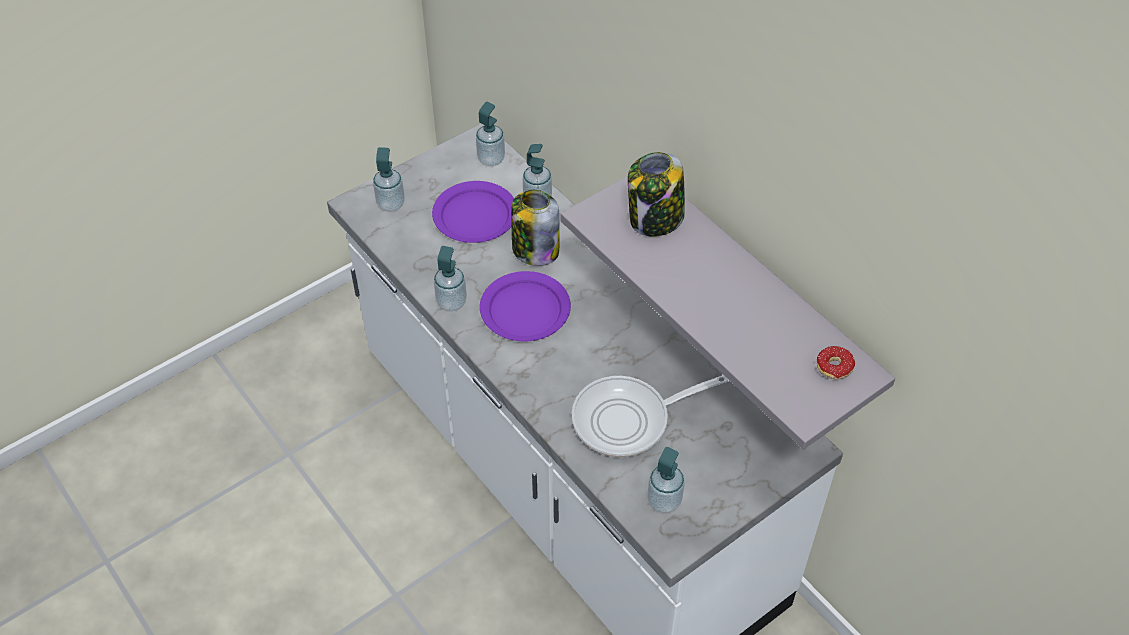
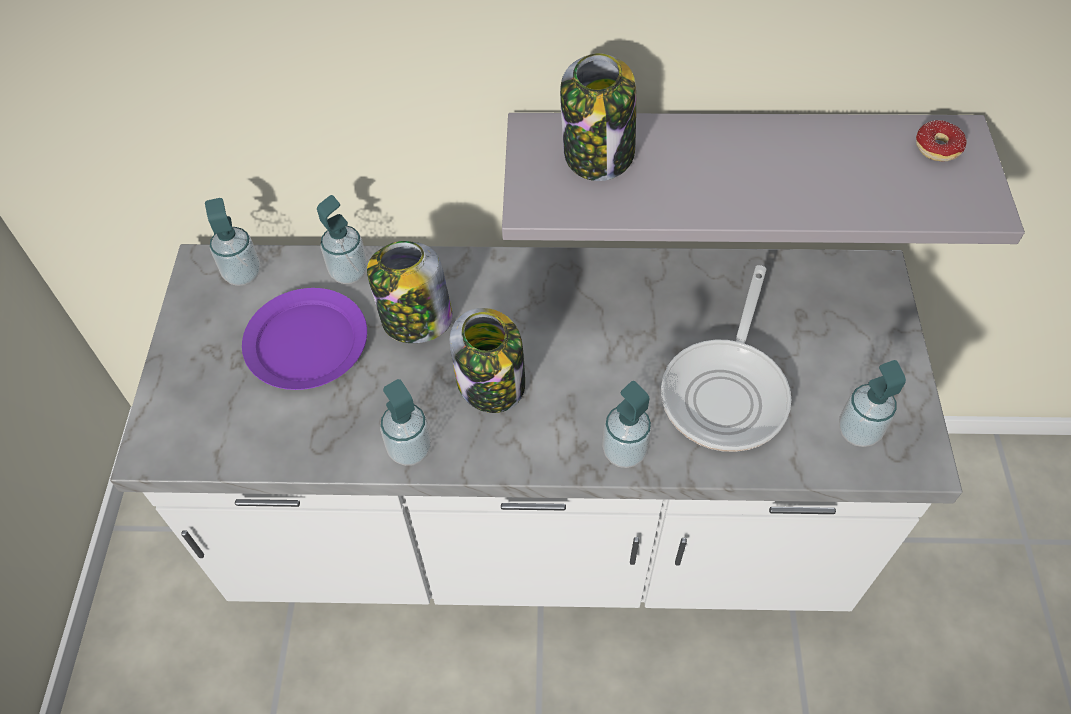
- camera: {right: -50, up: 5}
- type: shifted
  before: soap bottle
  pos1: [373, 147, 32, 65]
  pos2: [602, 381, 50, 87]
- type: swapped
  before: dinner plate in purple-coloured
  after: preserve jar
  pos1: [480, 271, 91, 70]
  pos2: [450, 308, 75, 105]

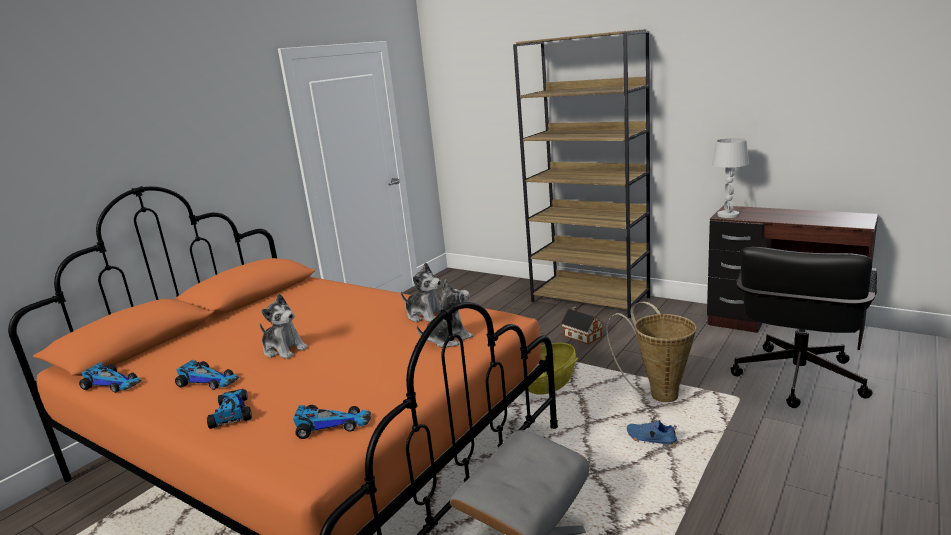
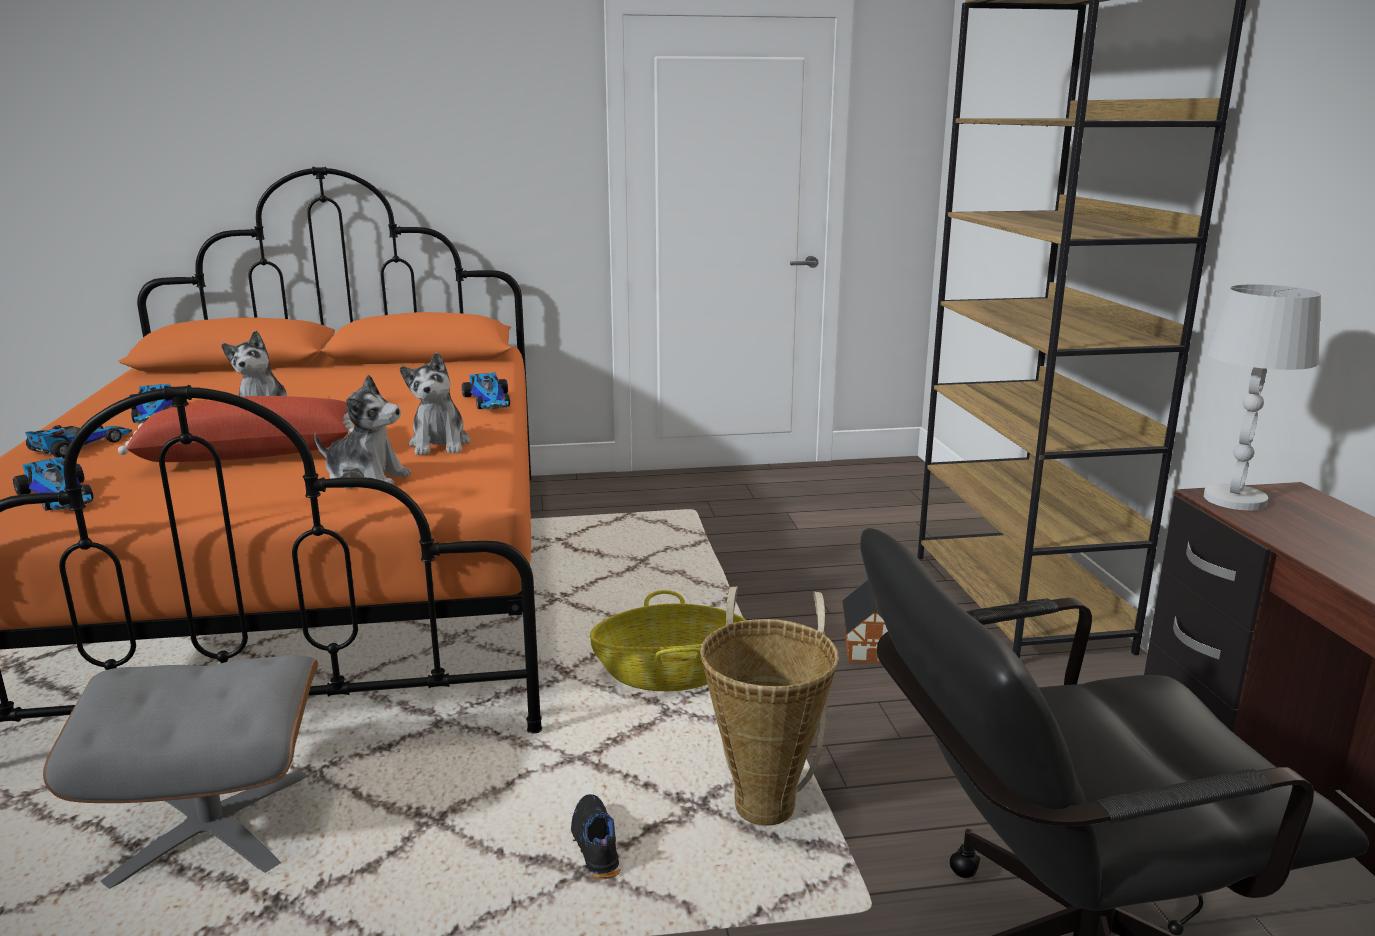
- camera: {right: 45, up: 0}
- type: shifted
  before: model car
  pos1: [79, 363, 63, 30]
  pos2: [462, 373, 48, 36]
- type: repainted
  before: shoe in blue
  after: shoe in blackish
  pos1: [627, 420, 51, 27]
  pos2: [571, 794, 50, 85]
- type: new
  after: cushion in reddish
  pos2: [118, 396, 236, 66]

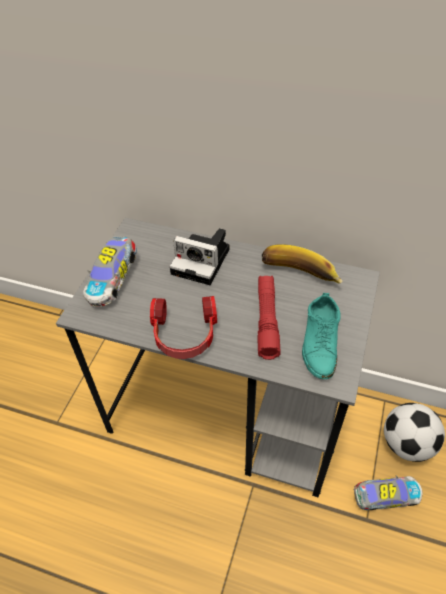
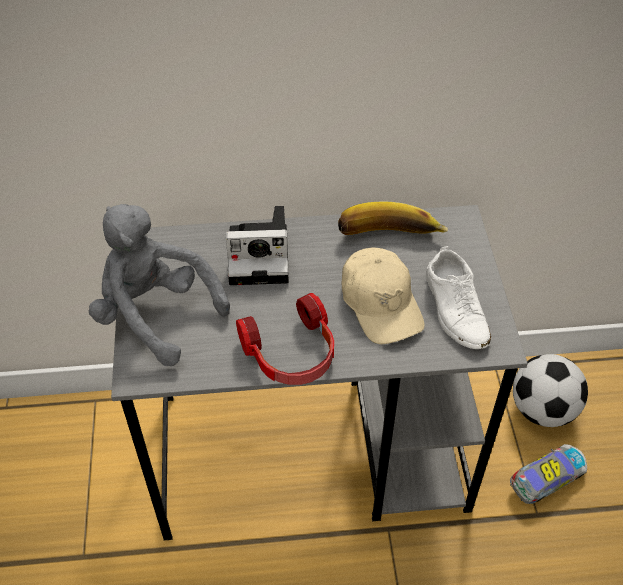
- camera: {right: -25, up: 0}
- type: swapped
  before: model car
  after: plush toy in gray
  pos1: [83, 236, 54, 71]
  pos2: [89, 204, 141, 162]
- type: swapped
  before: torch in reddish
  after: baseball cap in beige-coloured
  pos1: [257, 275, 24, 85]
  pos2: [342, 247, 83, 97]
- type: repainted
  before: shoe in turquoise-coloured
  after: shoe in white
  pos1: [302, 293, 39, 86]
  pos2: [426, 246, 65, 103]

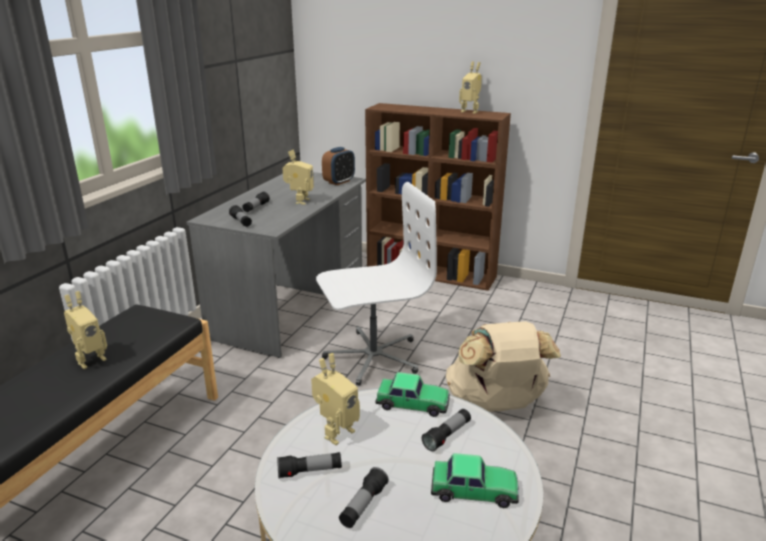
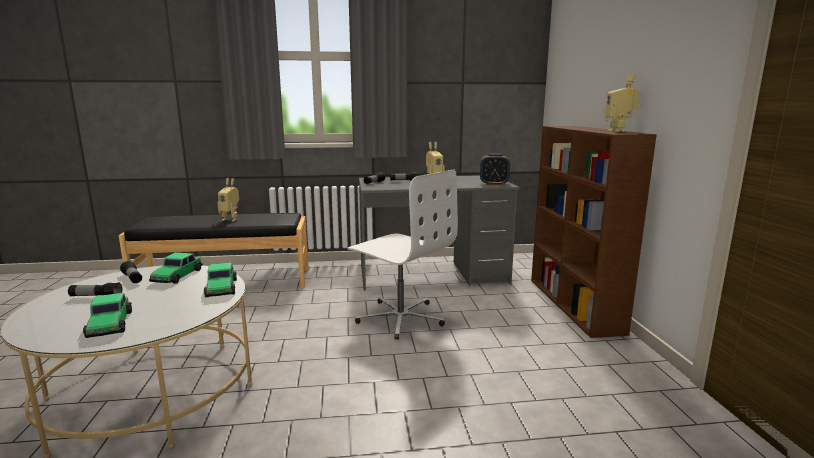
- camera: {right: 60, up: -10}
- type: gone
  before: backpack in beige-coloured
  pos1: [446, 321, 115, 91]
- type: swapped
  before: robot figure
  after: model car
  pos1: [311, 353, 49, 92]
  pos2: [149, 252, 54, 32]
- type: gone
  before: torch
  pos1: [422, 409, 49, 43]

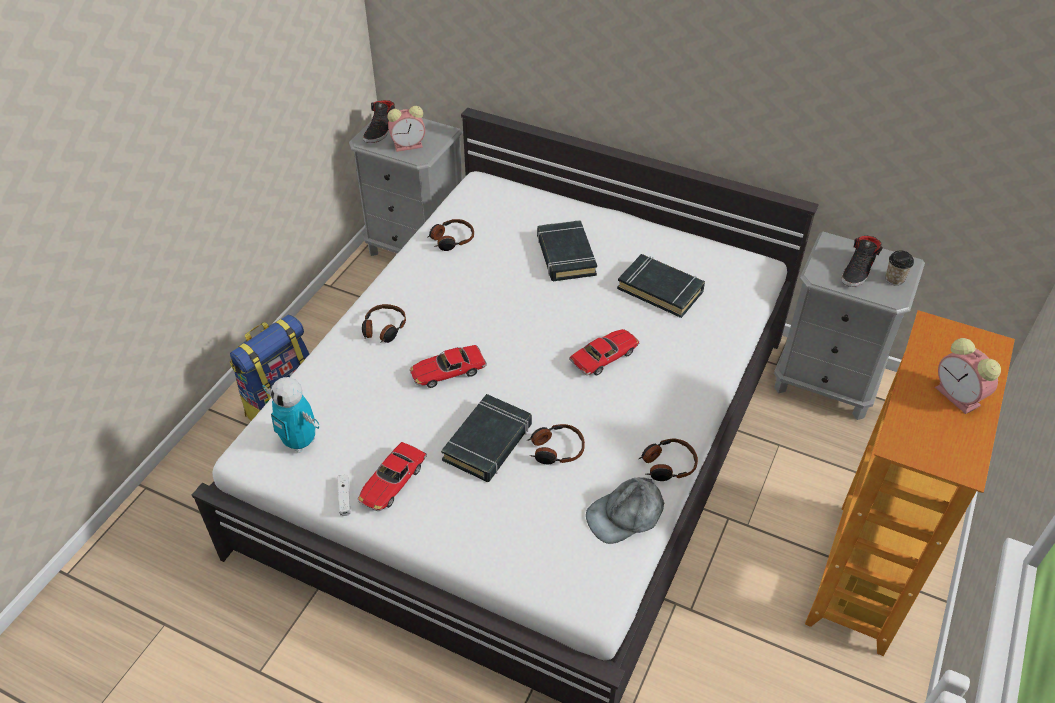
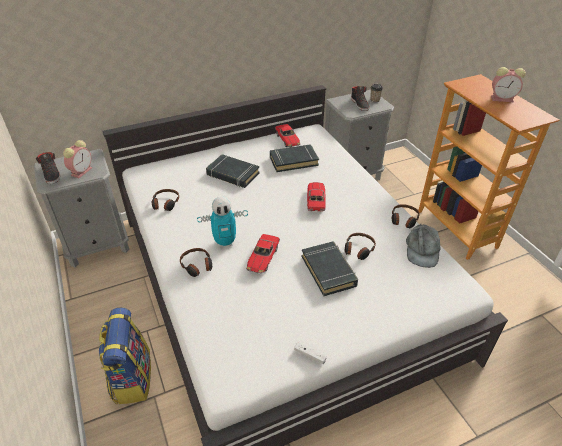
- camera: {right: -50, up: -5}
- type: shifted
  before: robot figure
  pos1: [263, 377, 56, 76]
  pos2: [197, 196, 51, 52]
- type: shifted
  before: model car
  pos1: [358, 442, 69, 69]
  pos2: [275, 124, 25, 23]

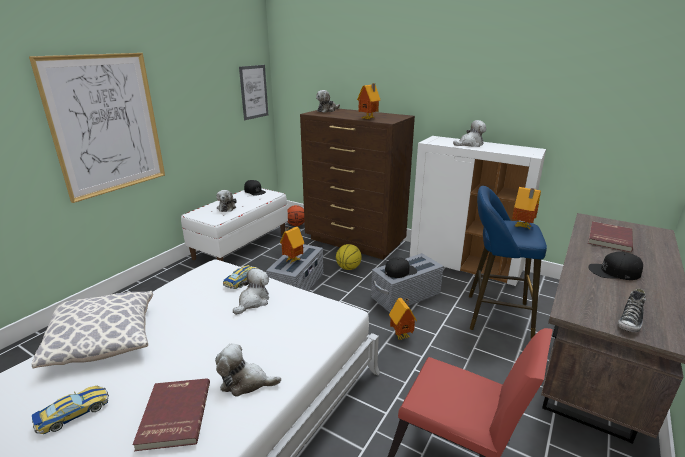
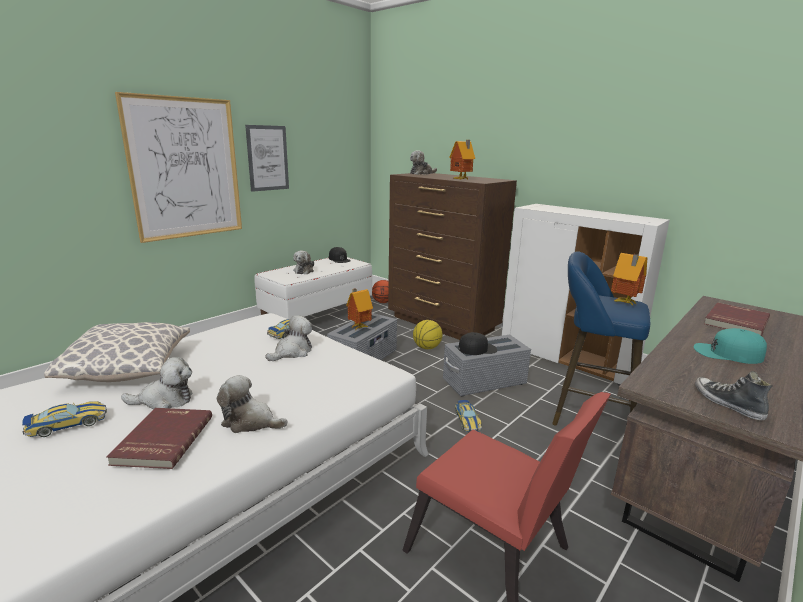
- camera: {right: 10, up: -5}
- type: shifted
  before: wall picture
  pos1: [239, 65, 29, 55]
  pos2: [245, 125, 44, 67]
- type: shifted
  before: plush toy
  pos1: [453, 120, 33, 27]
  pos2: [121, 357, 72, 52]
- type: repainted
  before: baseball cap in blackish
  after: baseball cap in turquoise-coloured
  pos1: [589, 252, 54, 28]
  pos2: [694, 328, 73, 36]
- type: rotated
  before: shoe
  pos1: [618, 288, 28, 44]
  pos2: [695, 371, 78, 50]
  turn: 105
- type: swapped
  before: model house
  after: model car
  pos1: [389, 298, 28, 42]
  pos2: [455, 400, 27, 32]

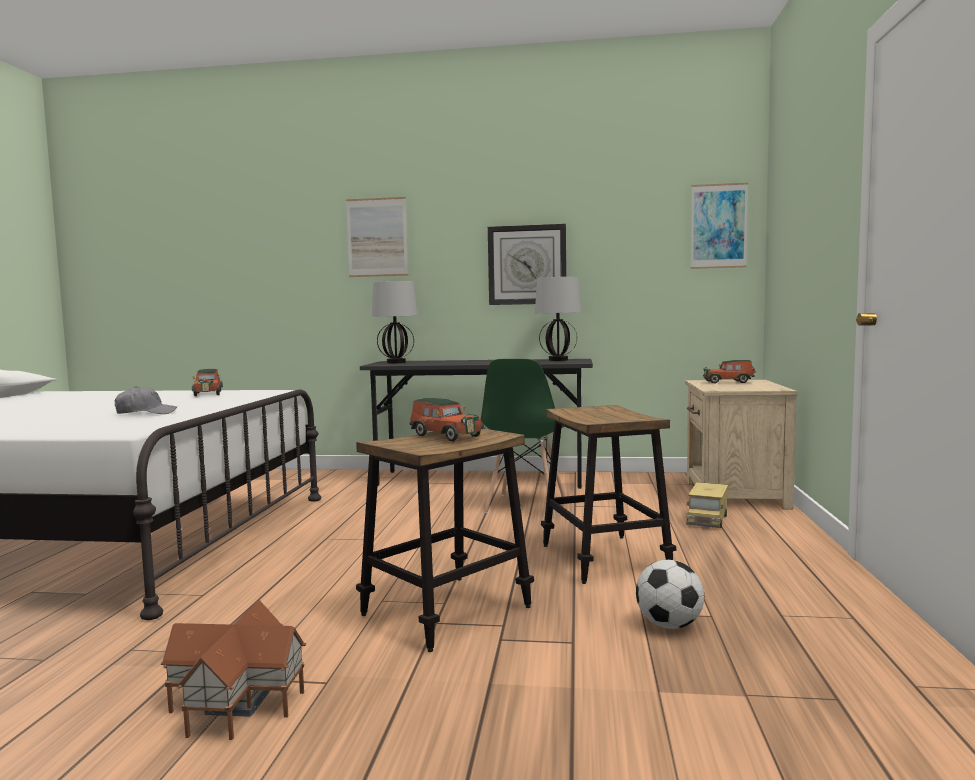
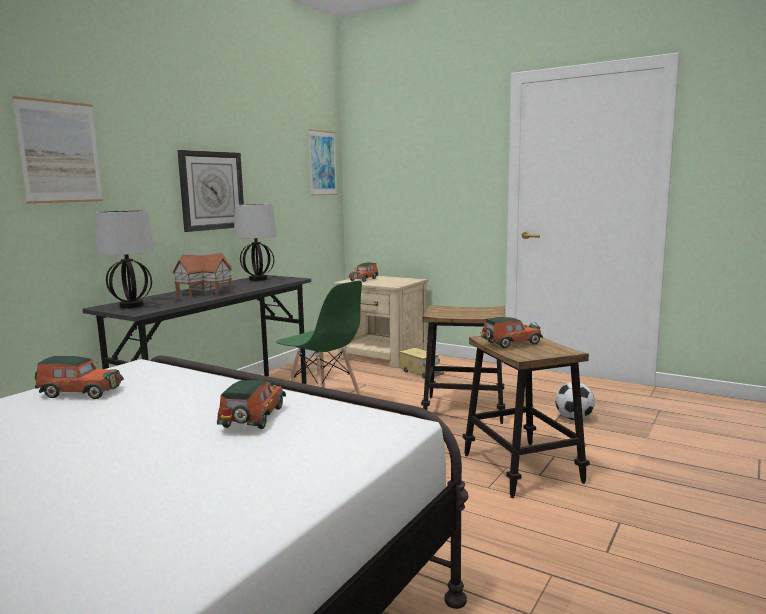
- camera: {right: -65, up: 5}
- type: swapped
  before: baseball cap in gray
  after: model car
  pos1: [115, 386, 62, 28]
  pos2: [217, 378, 69, 51]
- type: shifted
  before: model house
  pos1: [161, 600, 145, 140]
  pos2: [172, 253, 60, 44]

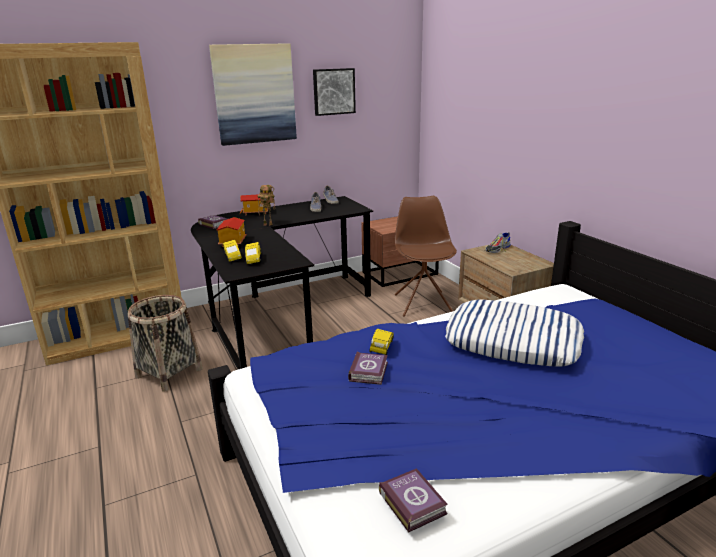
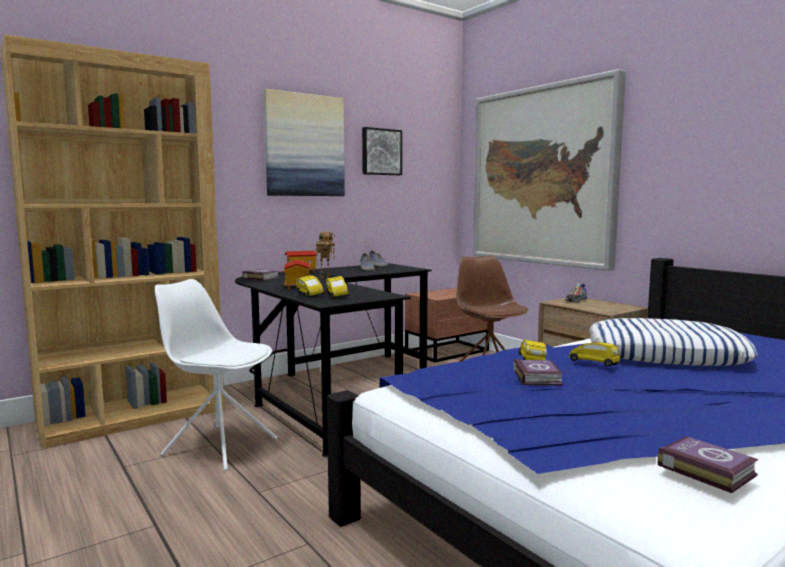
- camera: {right: -10, up: -15}
- type: swapped
  before: household basket
  after: upright chair in white
  pos1: [128, 295, 75, 97]
  pos2: [155, 279, 122, 192]
- type: new
  after: wall picture
  pos2: [473, 69, 153, 202]
- type: new
  after: model car in yellow
  pos2: [569, 341, 51, 26]

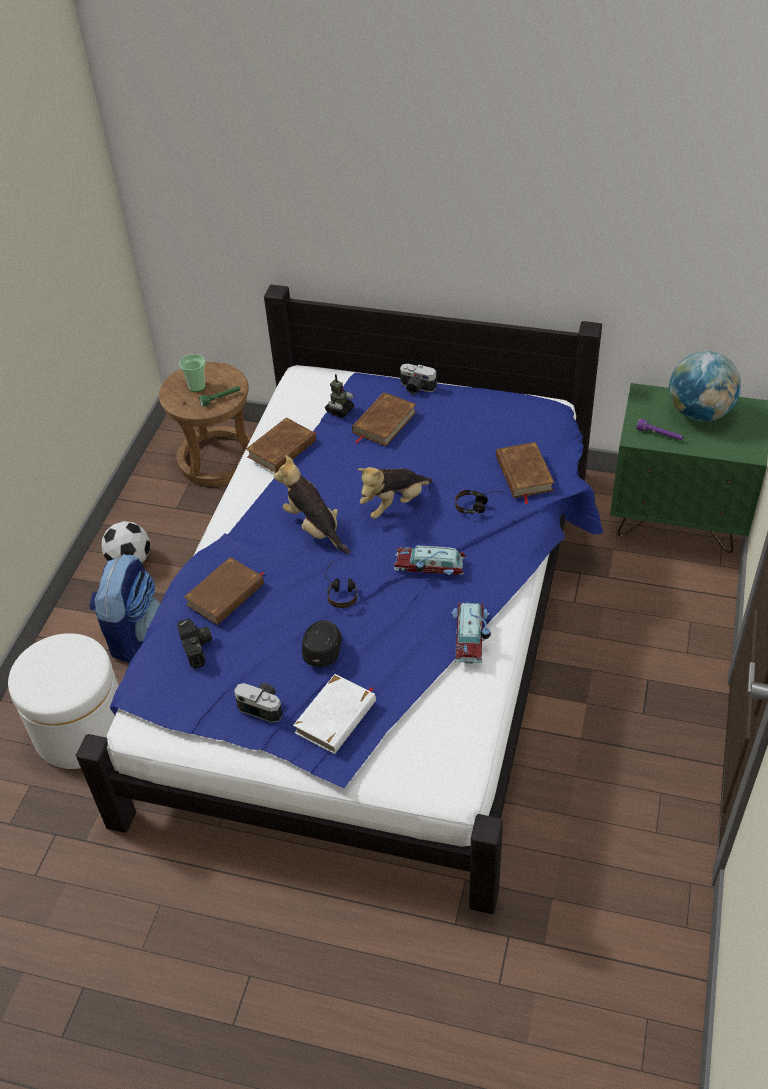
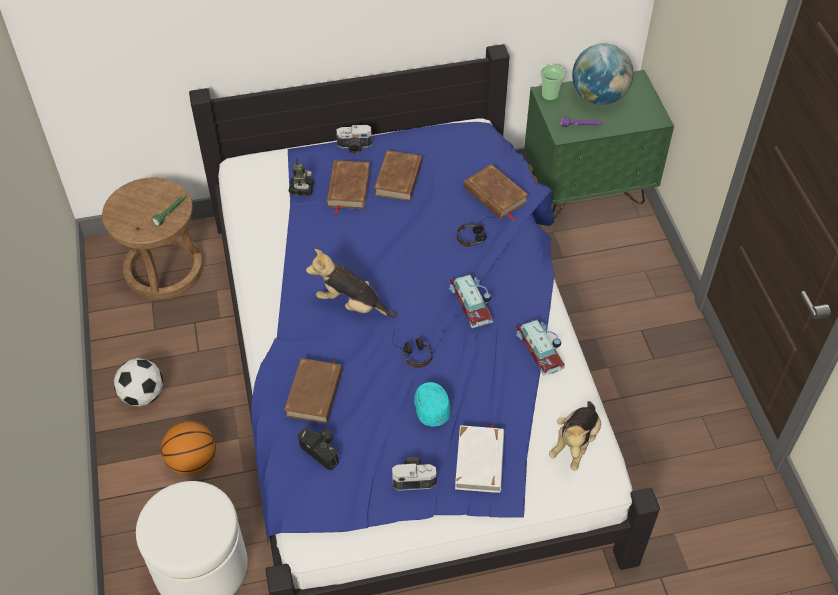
- camera: {right: -30, up: 5}
- type: shifted
  before: cup
  pos1: [179, 354, 27, 38]
  pos2: [540, 65, 25, 36]
- type: shifted
  before: volume in brown
  pos1: [246, 417, 71, 56]
  pos2: [374, 150, 49, 51]
- type: shifted
  before: plush toy
  pos1: [358, 467, 74, 52]
  pos2: [549, 401, 52, 70]
- type: rotated
  before: model car
  pos1: [394, 545, 72, 30]
  pos2: [449, 274, 44, 54]
  turn: -90
- type: swapped
  before: backpack
  after: basketball ball
  pos1: [89, 554, 72, 109]
  pos2: [161, 421, 55, 54]
- type: repainted
  before: baseball cap in blackish
  after: baseball cap in turquoise-coloured
  pos1: [302, 620, 40, 47]
  pos2: [414, 382, 37, 45]

